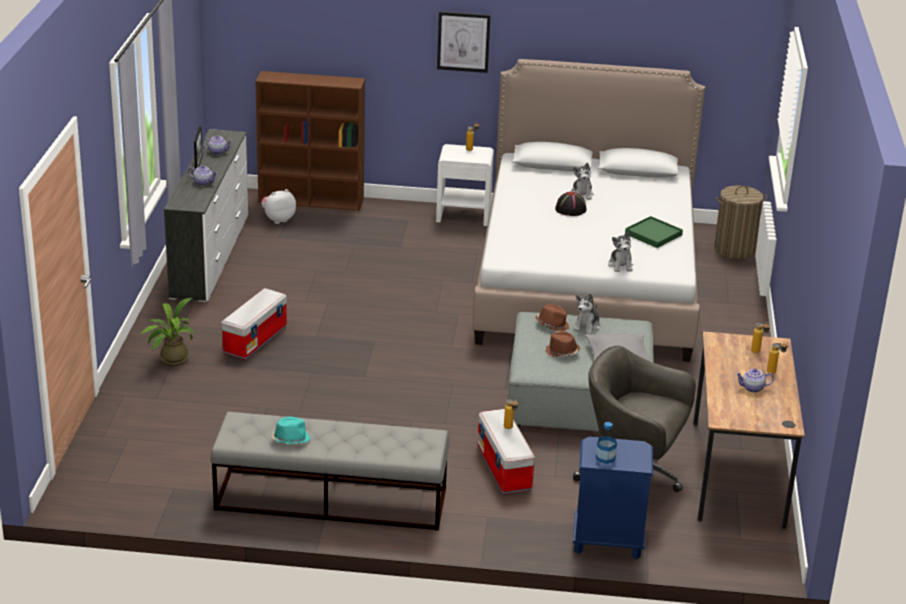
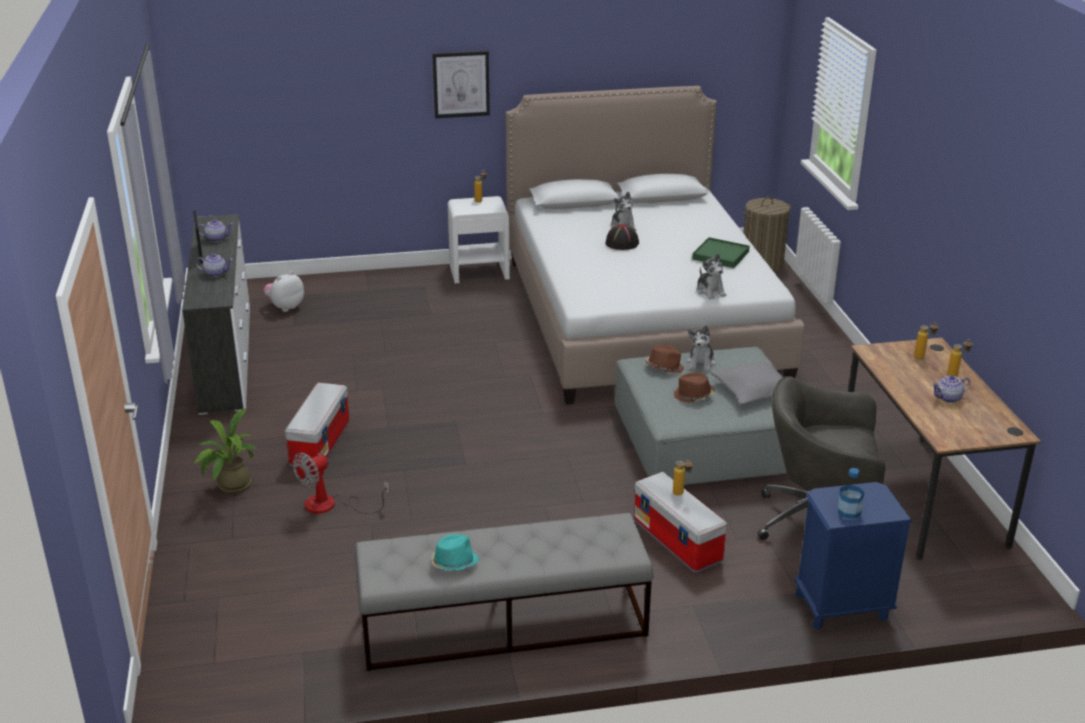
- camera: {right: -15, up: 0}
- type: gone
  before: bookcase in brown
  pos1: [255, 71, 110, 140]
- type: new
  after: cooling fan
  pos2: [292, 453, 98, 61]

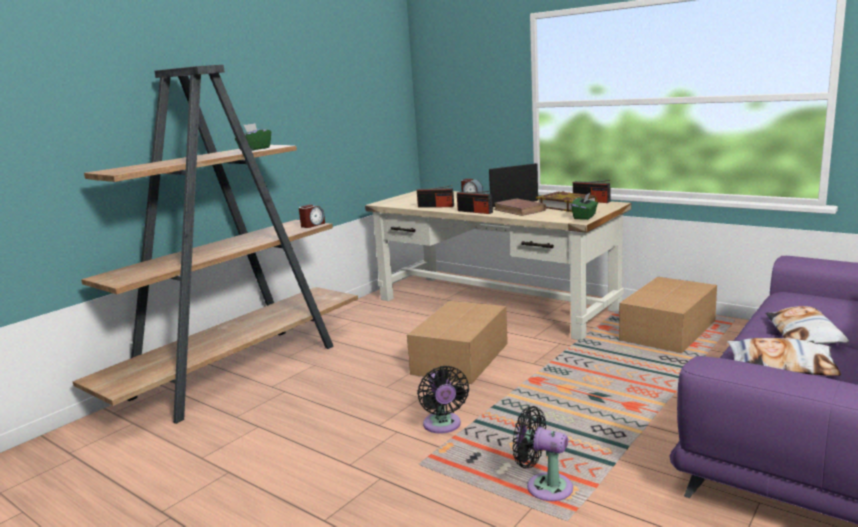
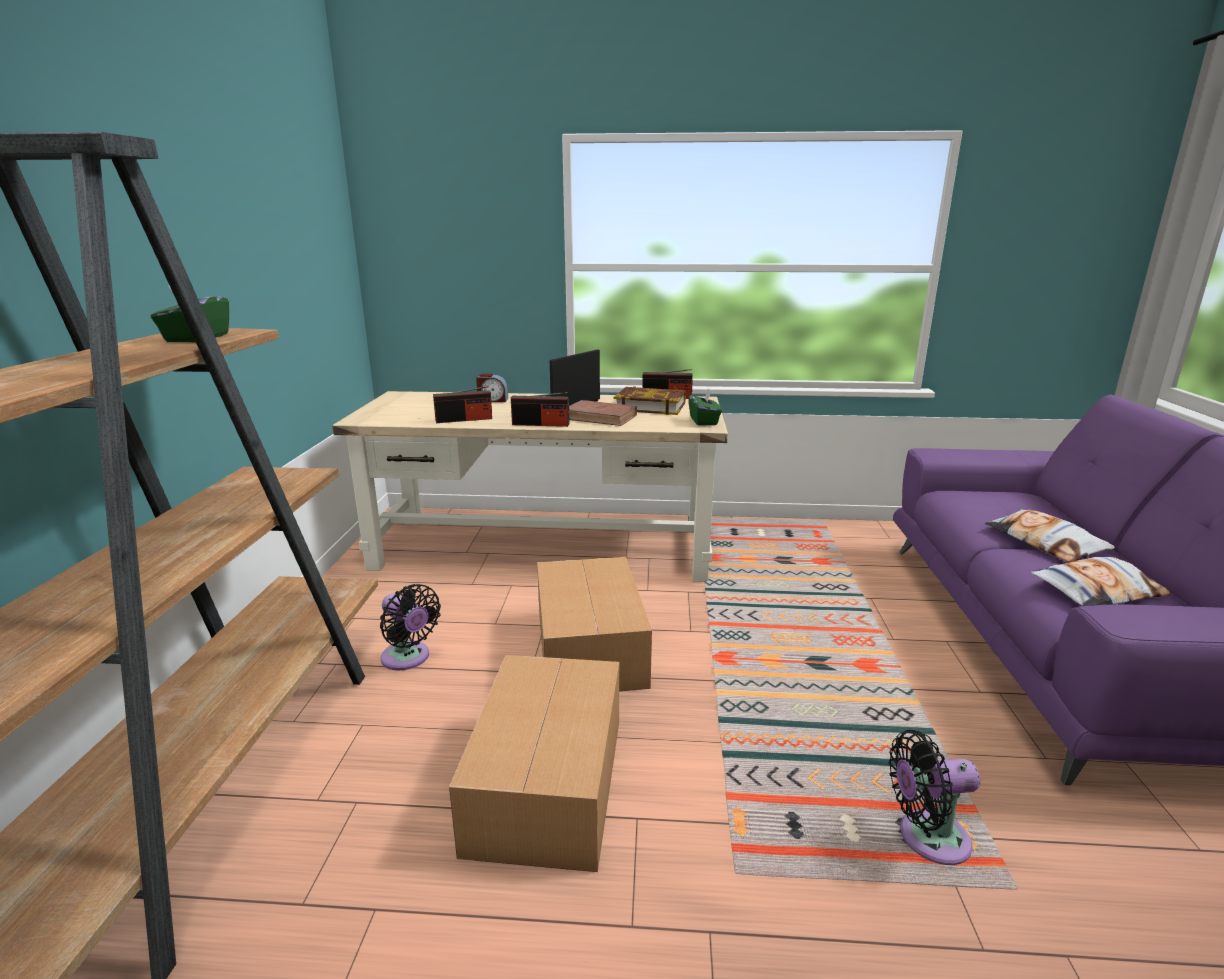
- camera: {right: -35, up: 5}
- type: gone
  before: table clock
  pos1: [299, 205, 26, 23]
- type: shifted
  before: cardboard box
  pos1: [619, 277, 98, 76]
  pos2: [449, 655, 170, 217]
- type: shifted
  before: cooling fan in blackish
  pos1: [417, 366, 52, 68]
  pos2: [380, 584, 61, 87]

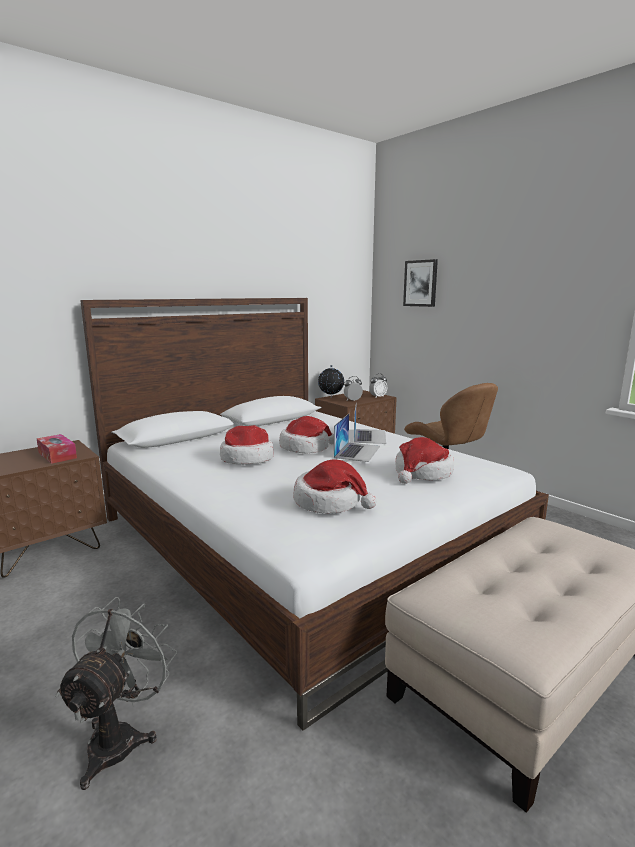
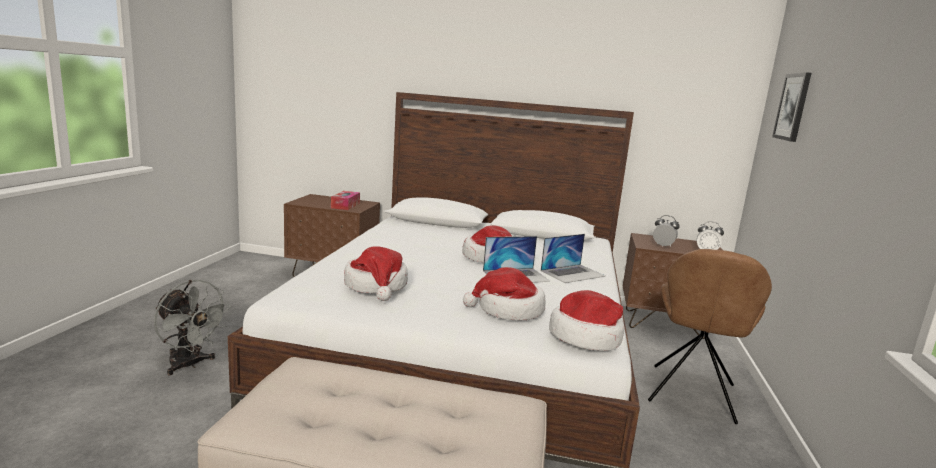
- camera: {right: 50, up: 0}
- type: gone
  before: globe
  pos1: [318, 365, 26, 33]
- type: shifted
  before: wearable hat
  pos1: [220, 425, 54, 40]
  pos2: [549, 290, 75, 61]
- type: rotated
  before: cooling fan in gray
  pos1: [55, 597, 122, 193]
  pos2: [154, 280, 77, 95]
  turn: 60

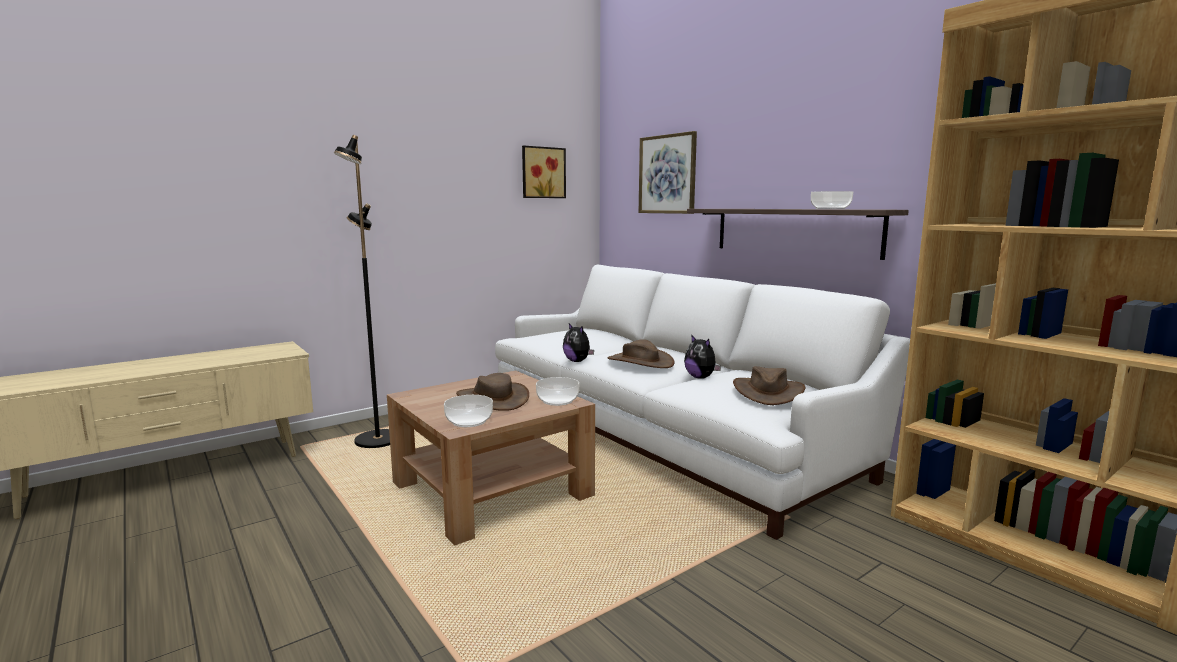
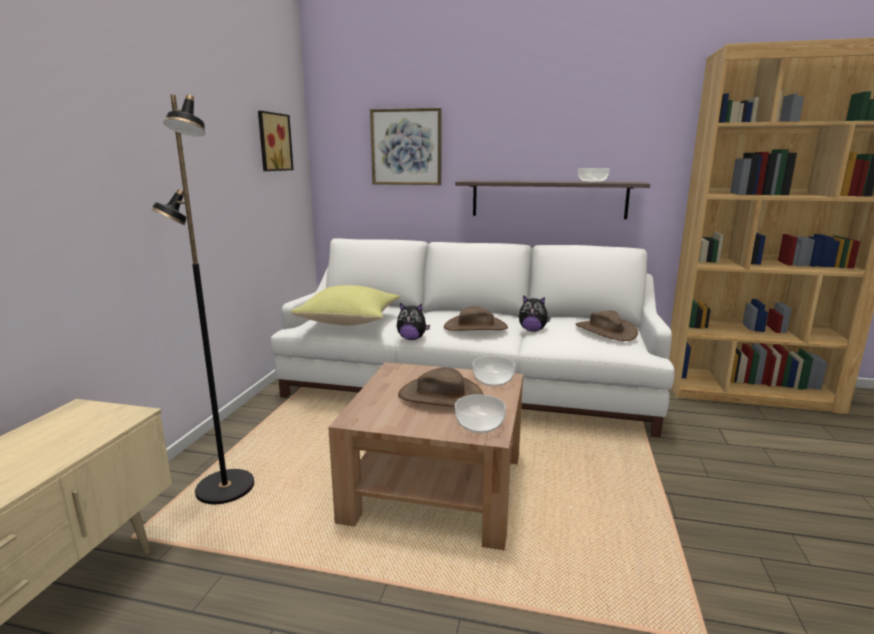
- camera: {right: -40, up: 5}
- type: new
  after: cushion in yellow
  pos2: [291, 285, 109, 40]

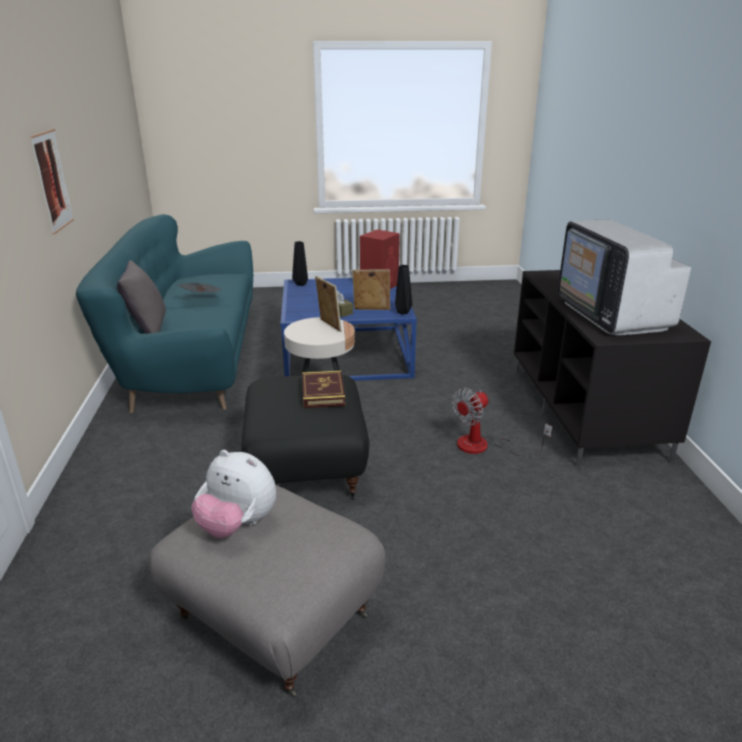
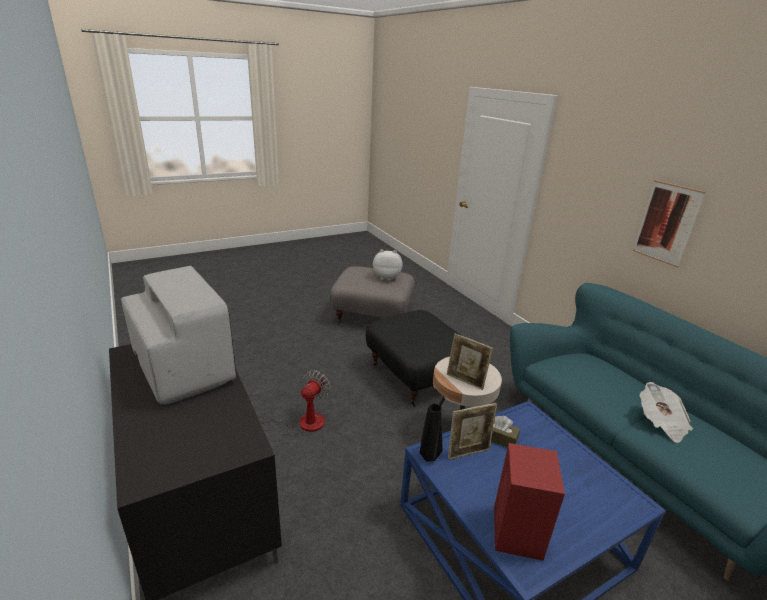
- camera: {right: 155, up: 0}
- type: gone
  before: flower vase in blackish
  pos1: [292, 241, 16, 45]
- type: gone
  before: cushion in gray
  pos1: [117, 260, 49, 74]
- type: gone
  before: volume
  pos1: [302, 370, 43, 38]

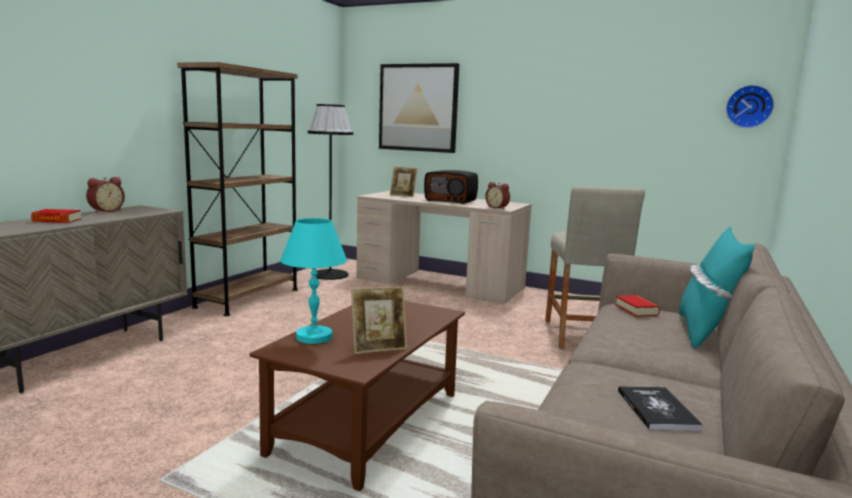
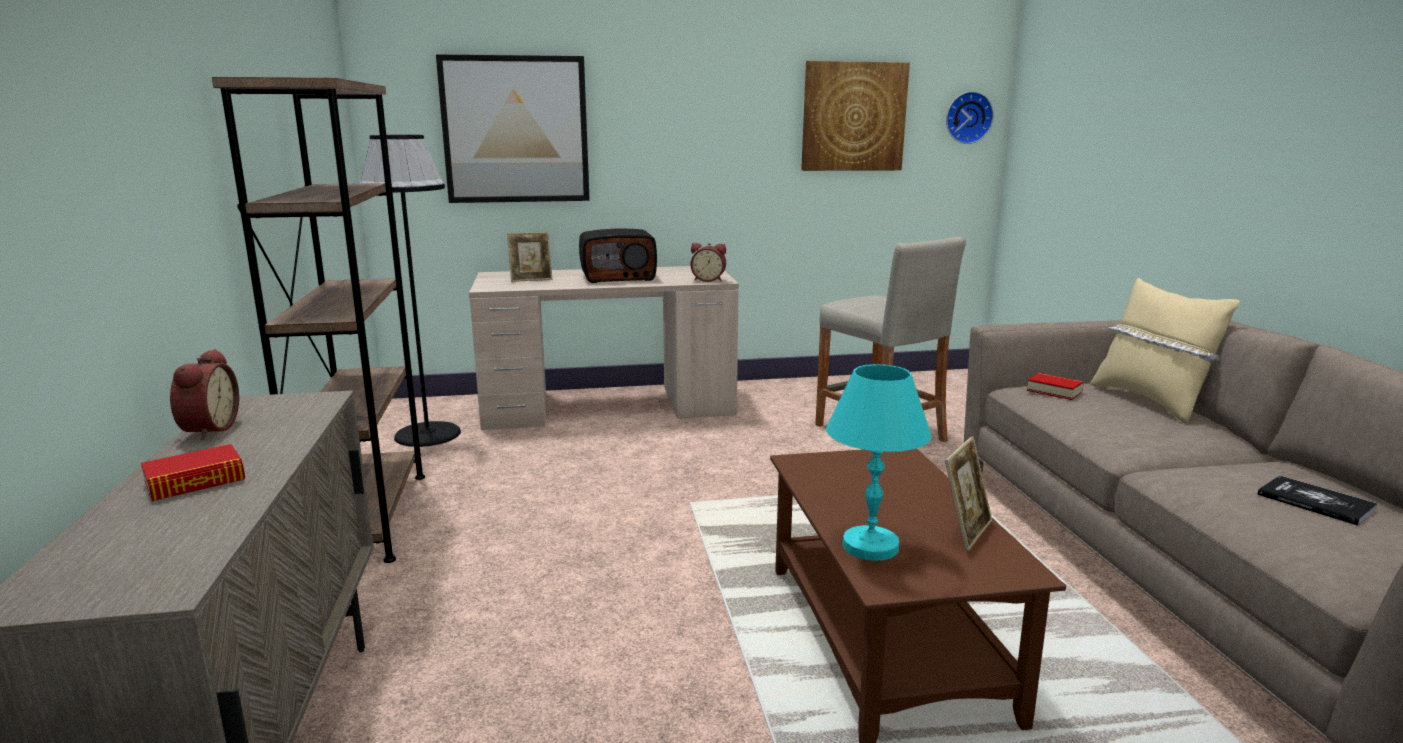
- camera: {right: -35, up: 5}
- type: repainted
  before: cushion in turquoise-coloured
  after: cushion in beige-coloured
  pos1: [679, 227, 77, 122]
  pos2: [1090, 278, 150, 145]
- type: new
  after: wall picture
  pos2: [801, 61, 109, 110]

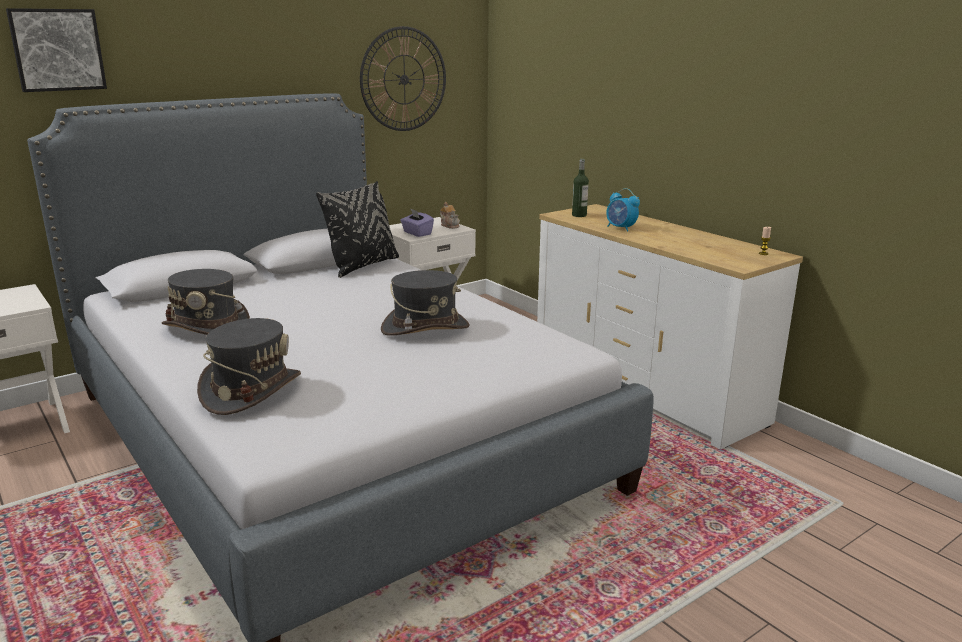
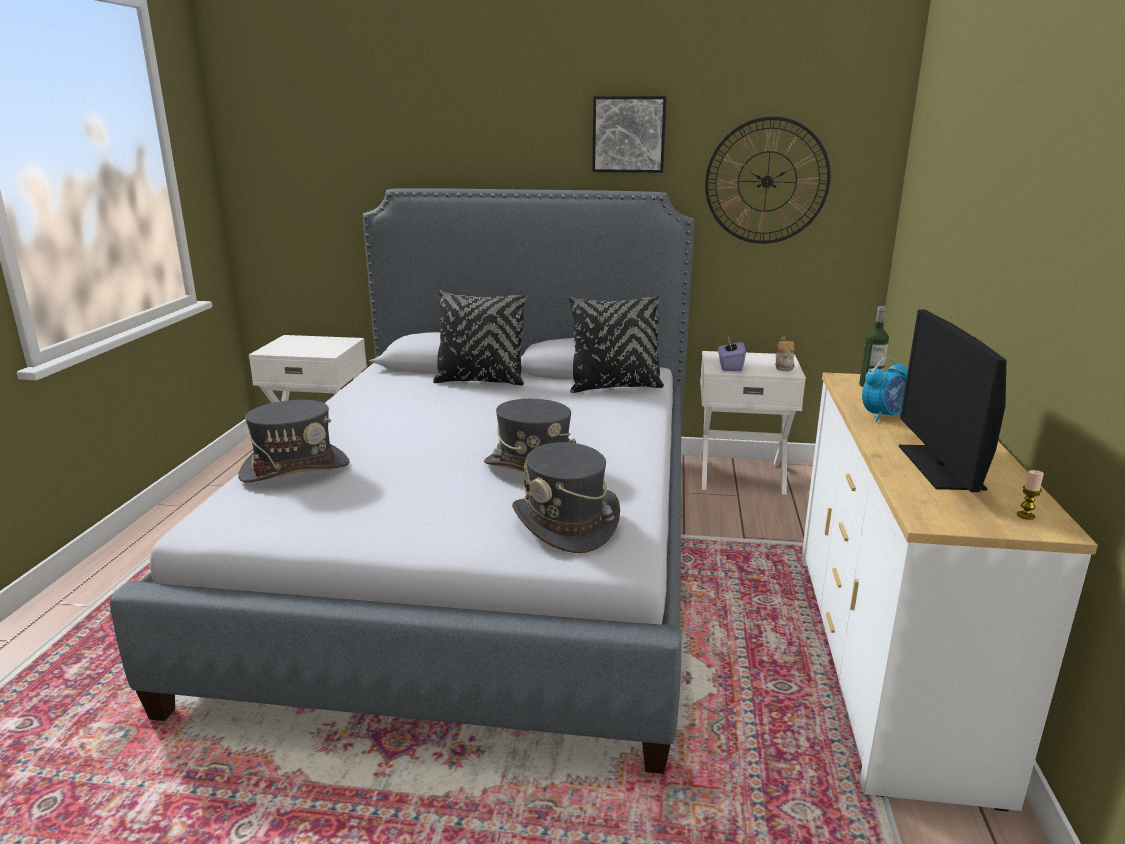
- camera: {right: 45, up: 0}
- type: shifted
  before: wall picture
  pos1: [6, 8, 101, 84]
  pos2: [592, 96, 74, 77]
- type: rotated
  before: table clock
  pos1: [606, 188, 34, 44]
  pos2: [862, 357, 45, 65]
  turn: -120
- type: shifted
  before: wearable hat in gray
  pos1: [161, 269, 89, 66]
  pos2: [512, 442, 108, 111]
- type: new
  after: cushion in blackish
  pos2: [433, 290, 94, 95]
- type: new
  after: computer screen
  pos2: [899, 309, 107, 183]

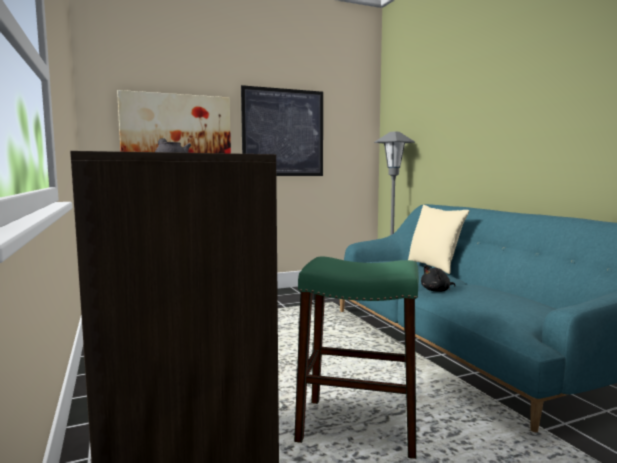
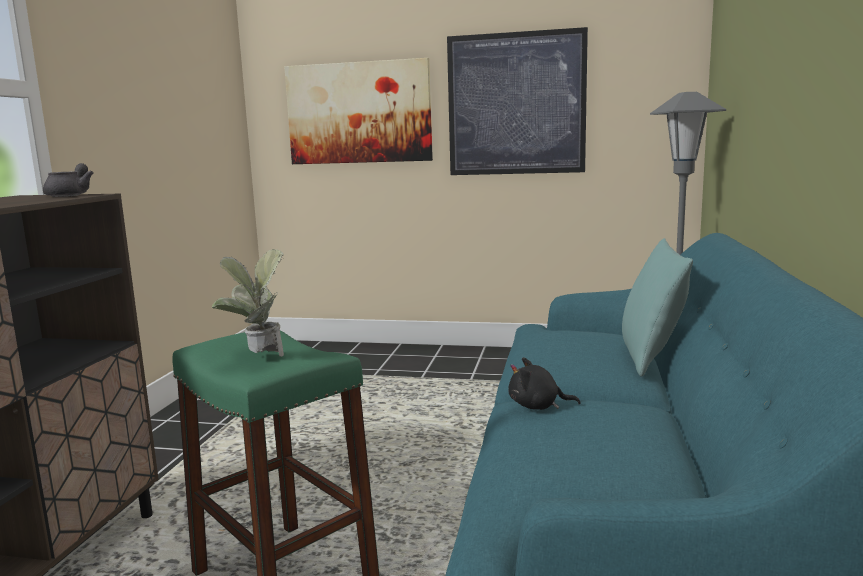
- camera: {right: 35, up: 5}
- type: repainted
  before: cushion in beige-coloured
  after: cushion in turquoise-coloured
  pos1: [408, 205, 61, 69]
  pos2: [622, 238, 71, 139]
- type: new
  after: potted plant
  pos2: [212, 249, 72, 108]

